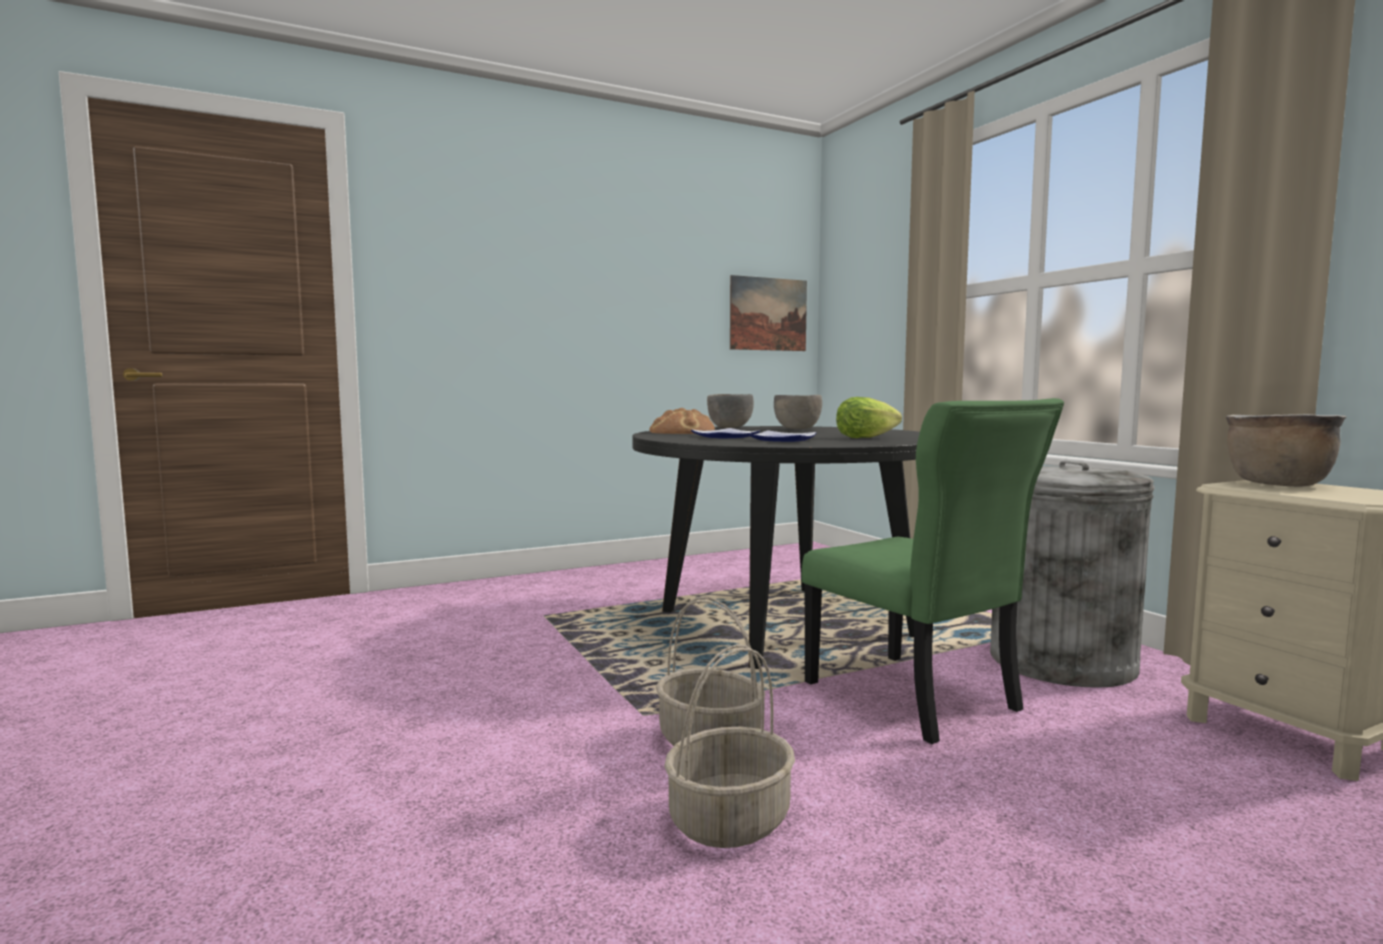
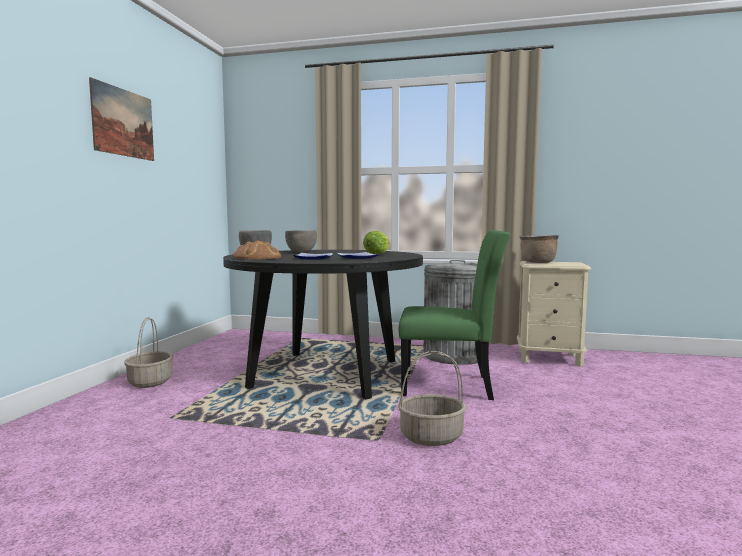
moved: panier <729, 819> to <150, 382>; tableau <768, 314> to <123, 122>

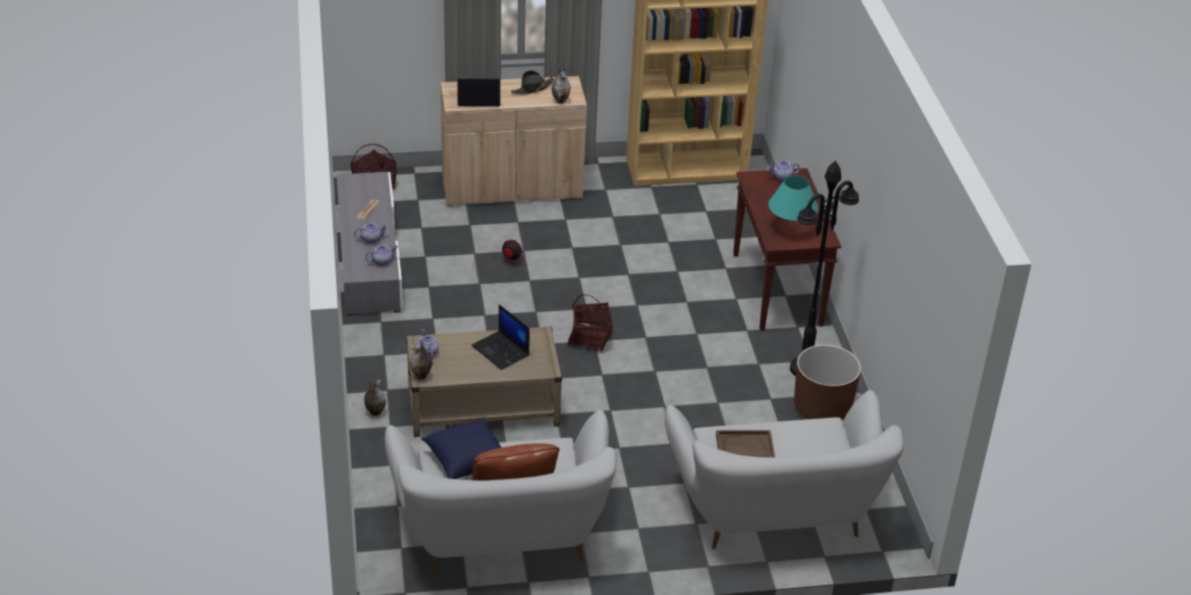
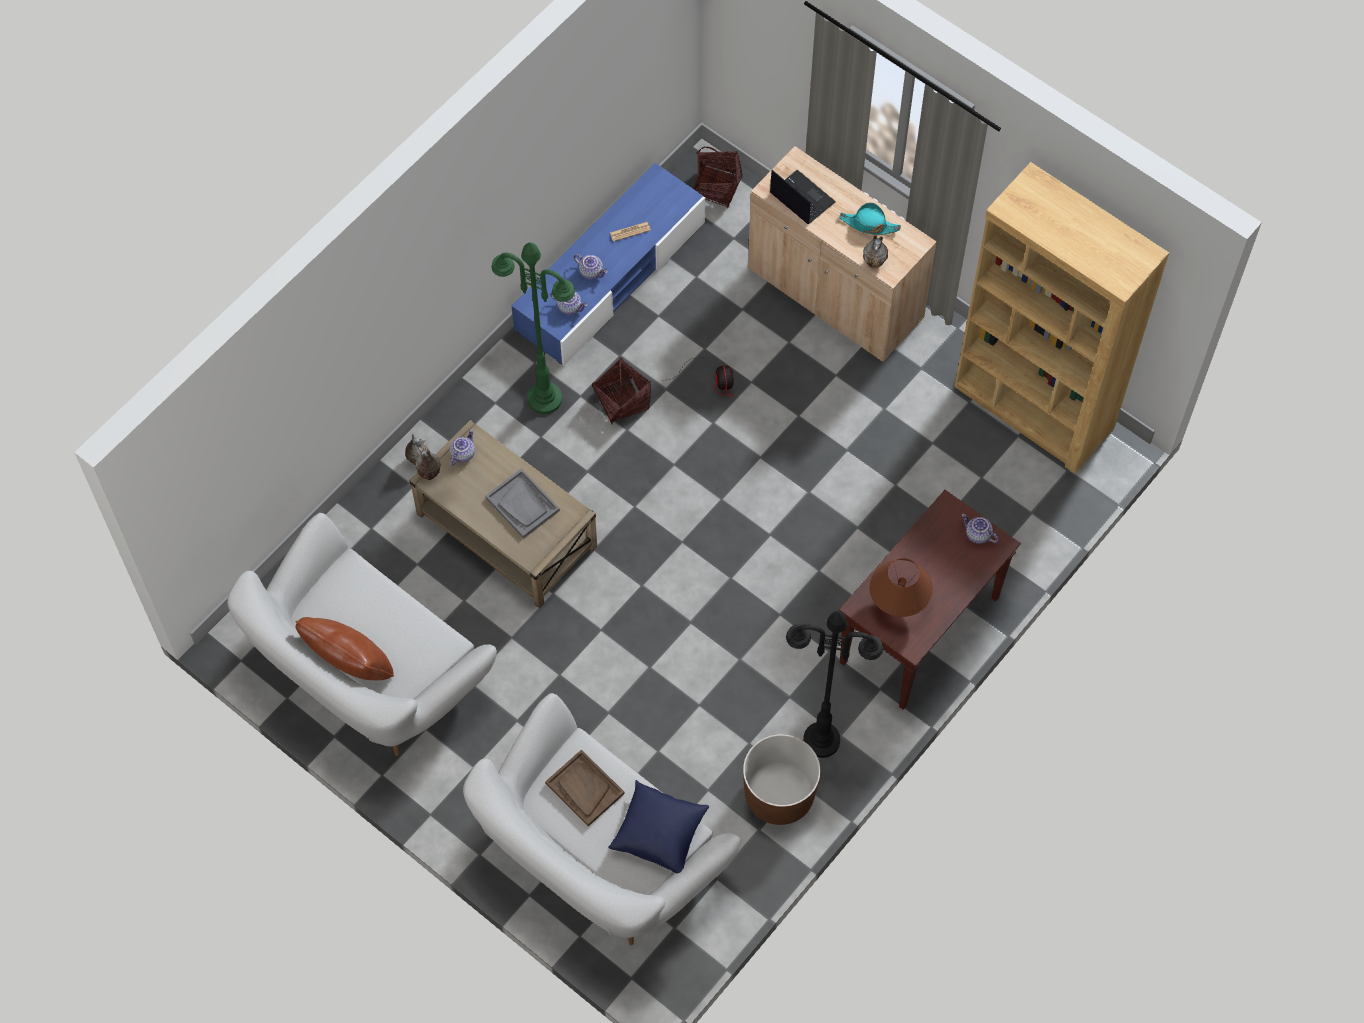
added: lampadaire (vert) <544, 399>
moved: coussin (bleu) <467, 459> to <659, 833>; panier <590, 339> to <622, 400>
replaced: ordinateur portable <501, 351> to plateau (gris) <522, 504>
recoloured: meuble télé (gris) <369, 257> to meuble télé (bleu) <610, 277>; chapeau (noir) <532, 88> to chapeau (turquoise) <869, 224>; lampe de table (turquoise) <790, 228> to lampe de table (marron) <898, 602>

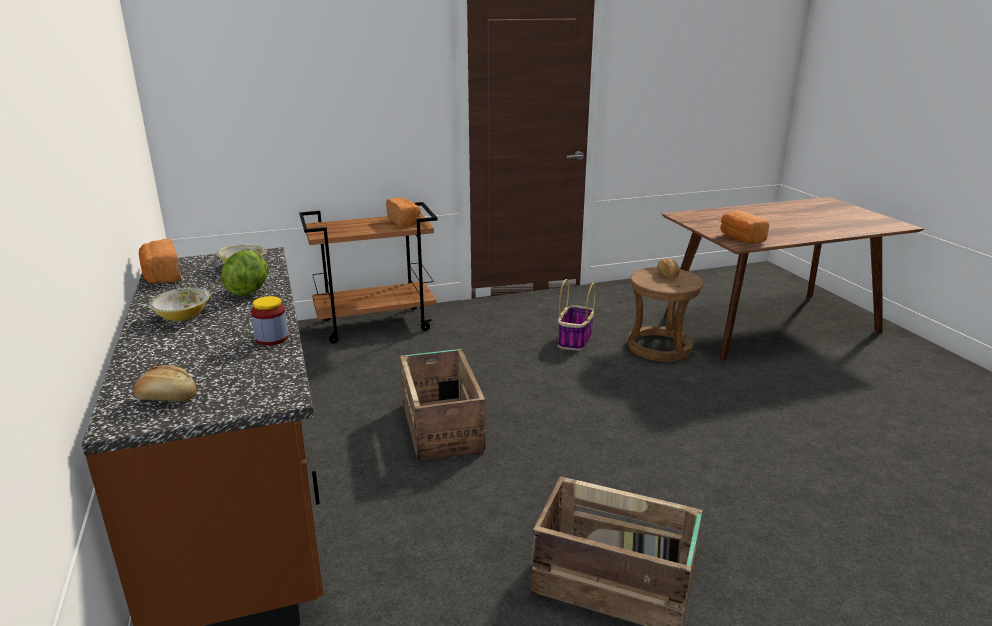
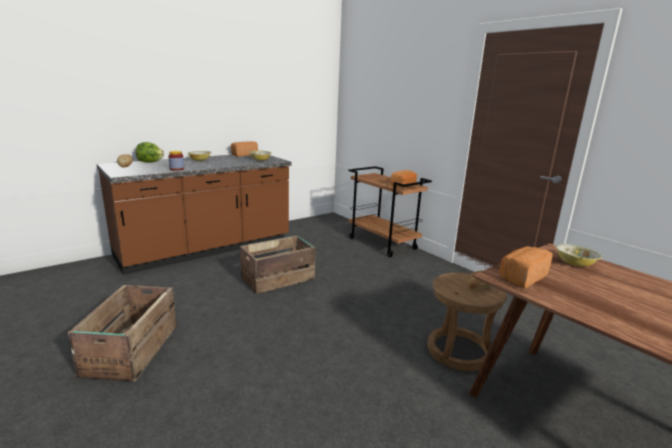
removed: panier <575, 340>
added: bol <574, 263>
moved: laitue <248, 291> to <150, 162>

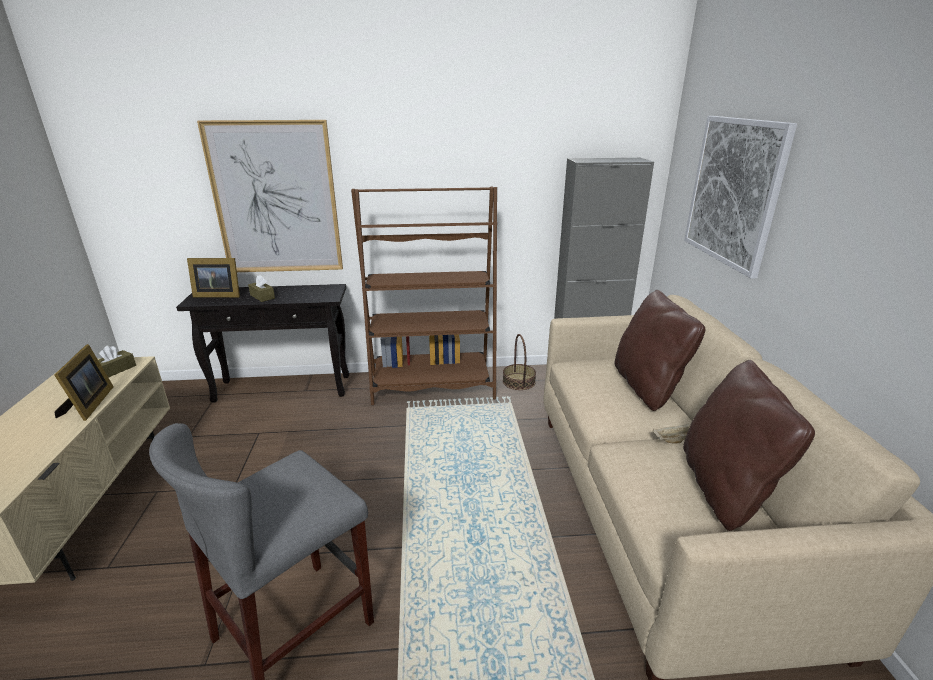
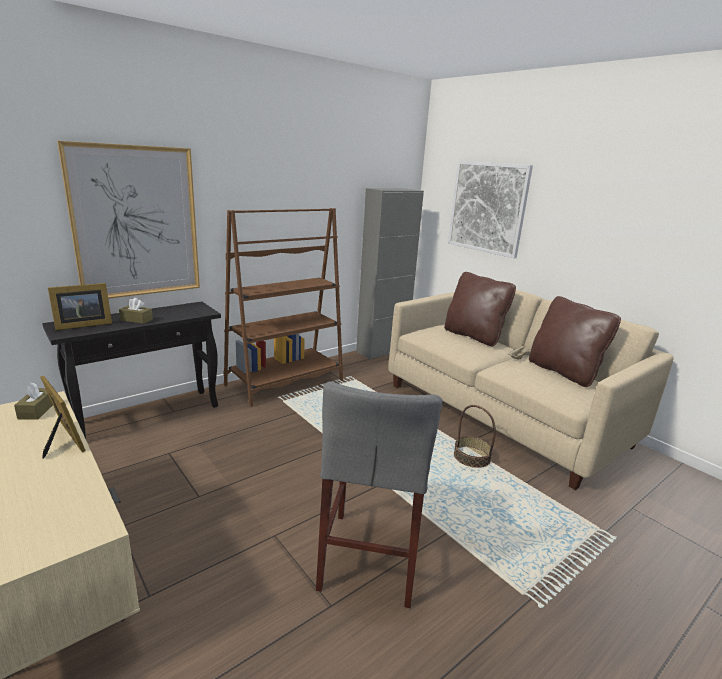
moved: panier <519, 381> to <472, 457>

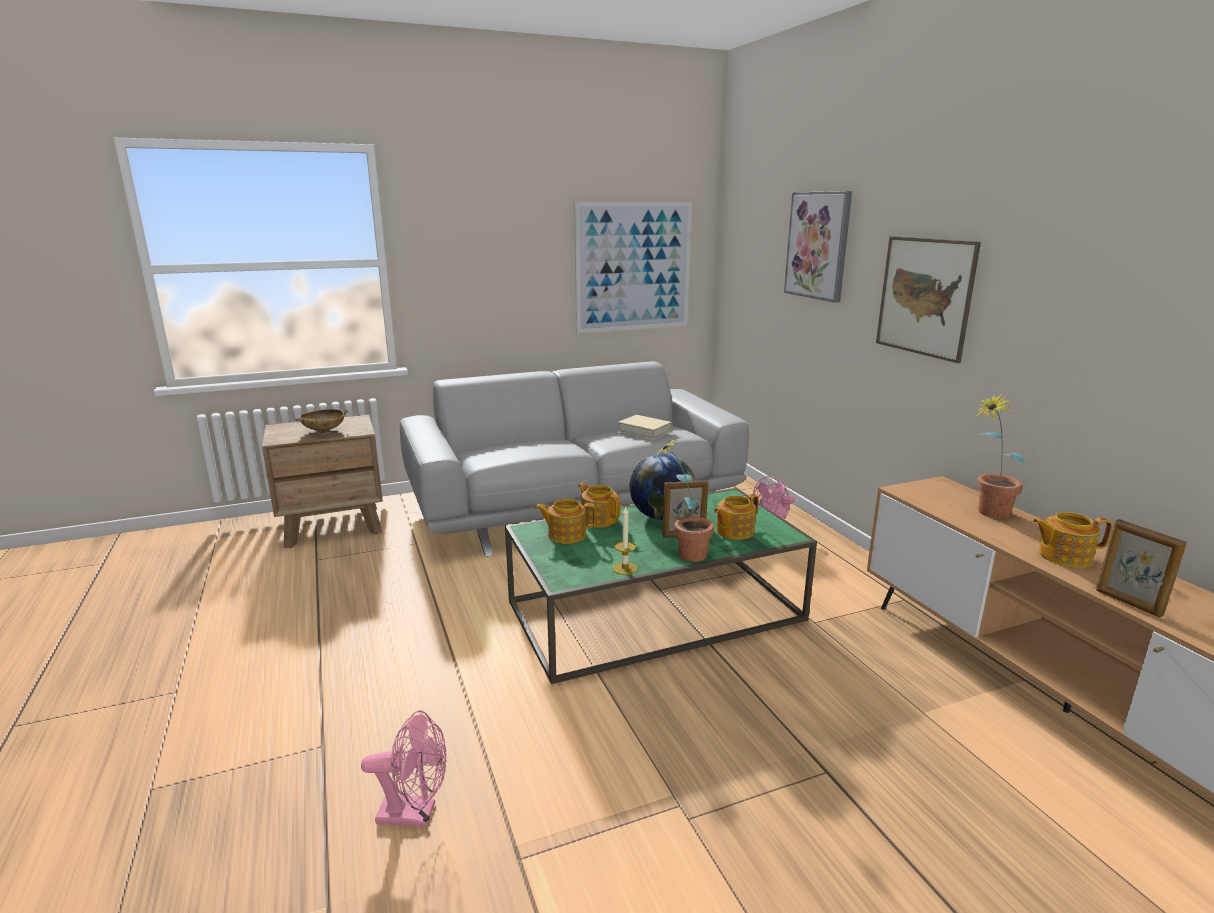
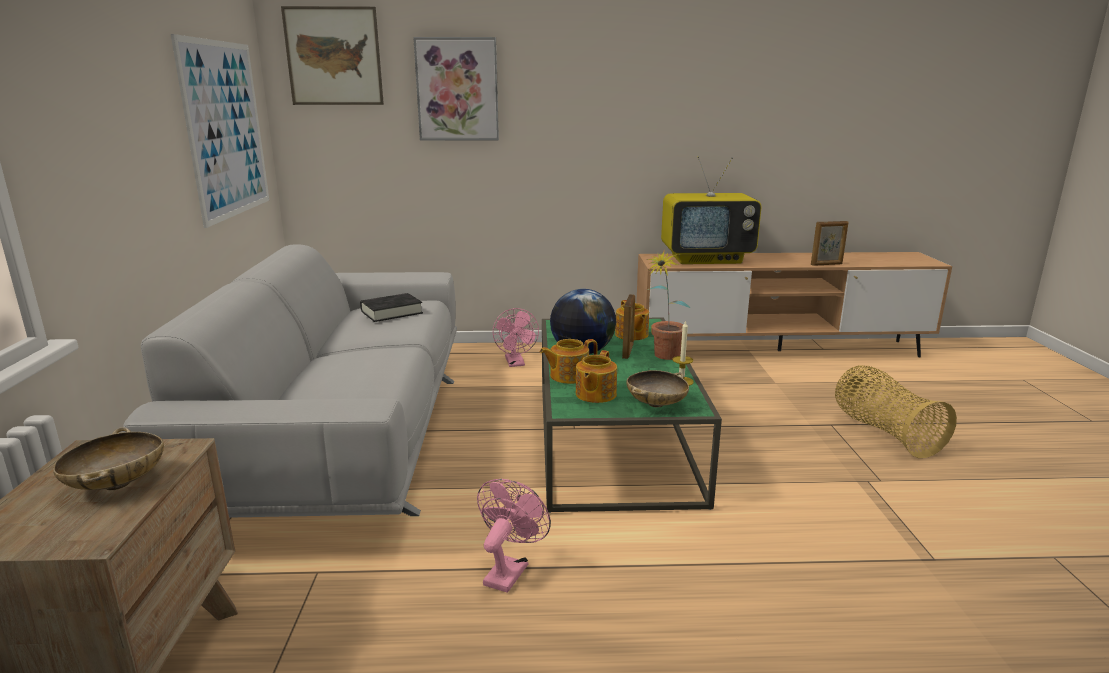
removed: théière <1063, 556>
added: bol (beige) <656, 404>; panier <884, 432>
moved: ventilateur (rose) <415, 813> to <509, 570>; tableau <924, 297> to <334, 56>
replaced: plante en pot <986, 513> to téléviseur <707, 259>
recoloured: livre (beige) <645, 431> to livre (noir) <391, 312>

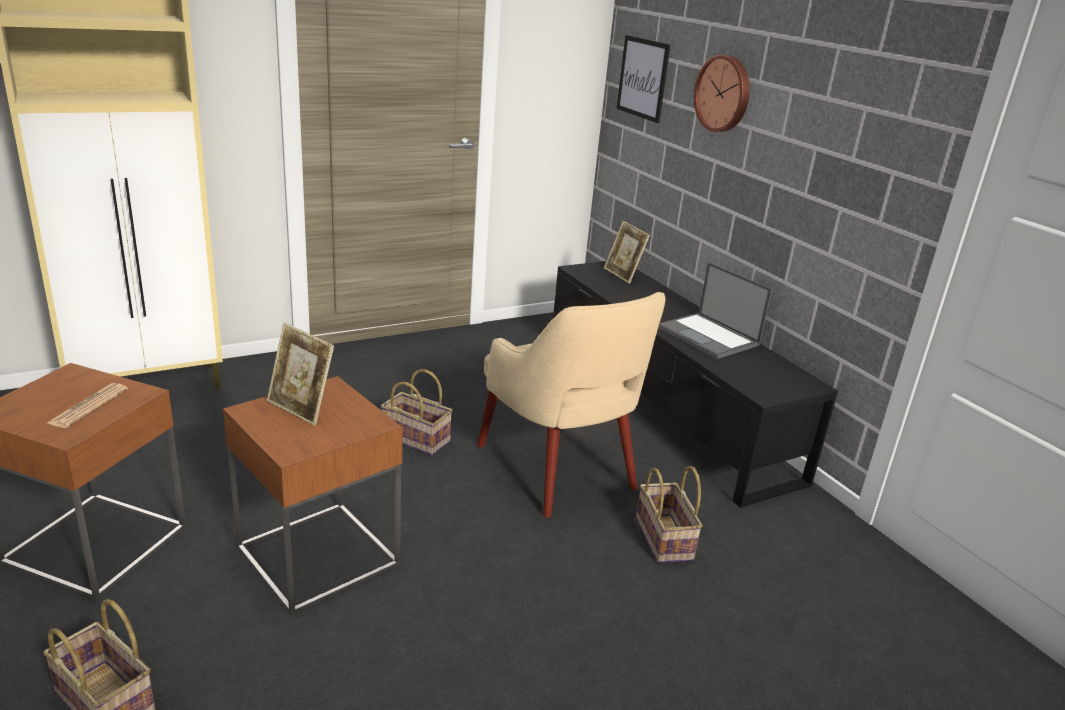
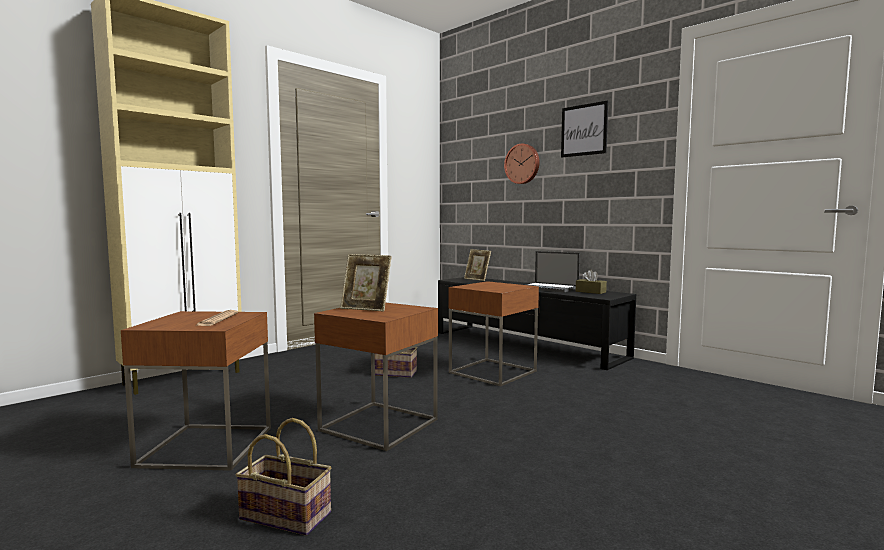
removed: panier <665, 540>
added: boîte à mouchoirs (marron) <590, 292>
moved: tableau <643, 78> to <584, 130>
replaced: fauteuil (beige) <558, 469> to table d'appoint (marron) <492, 372>

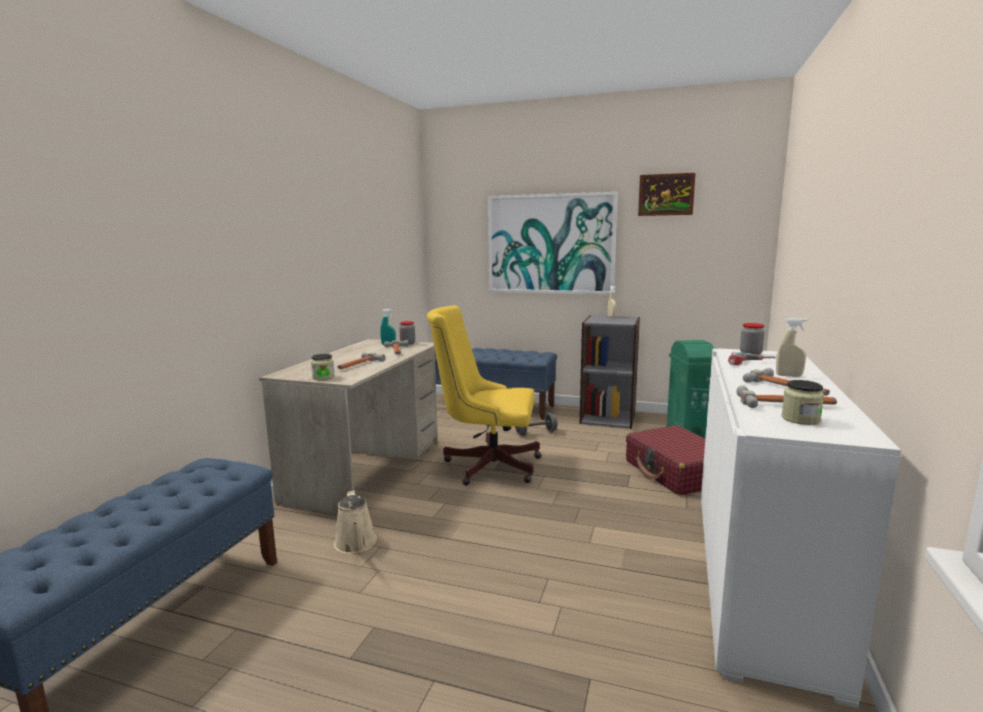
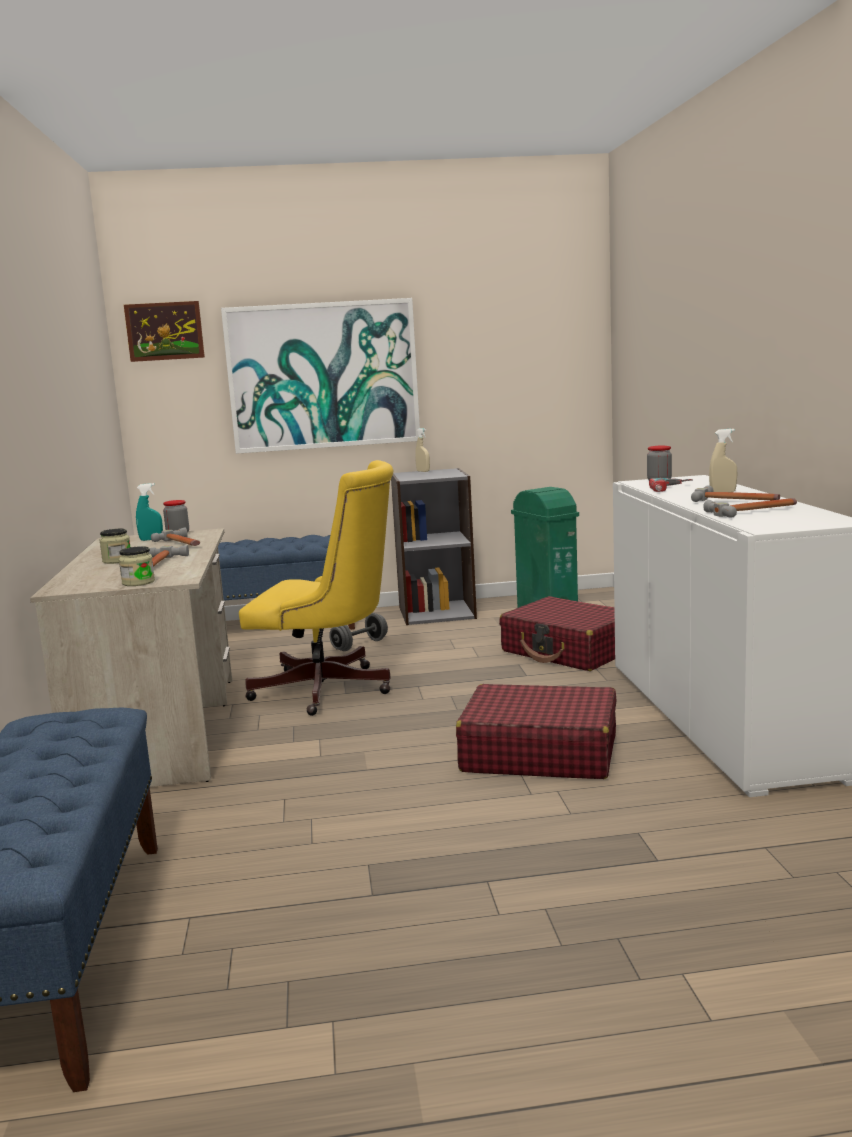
removed: arrosoir (beige) <356, 544>
added: valise (rouge) <539, 753>
moved: tableau <666, 194> to <164, 331>; bocal <800, 419> to <117, 560>
turned: chaise de bureau (jaune) <486, 465> = <330, 690> 150 degrees counterclockwise

